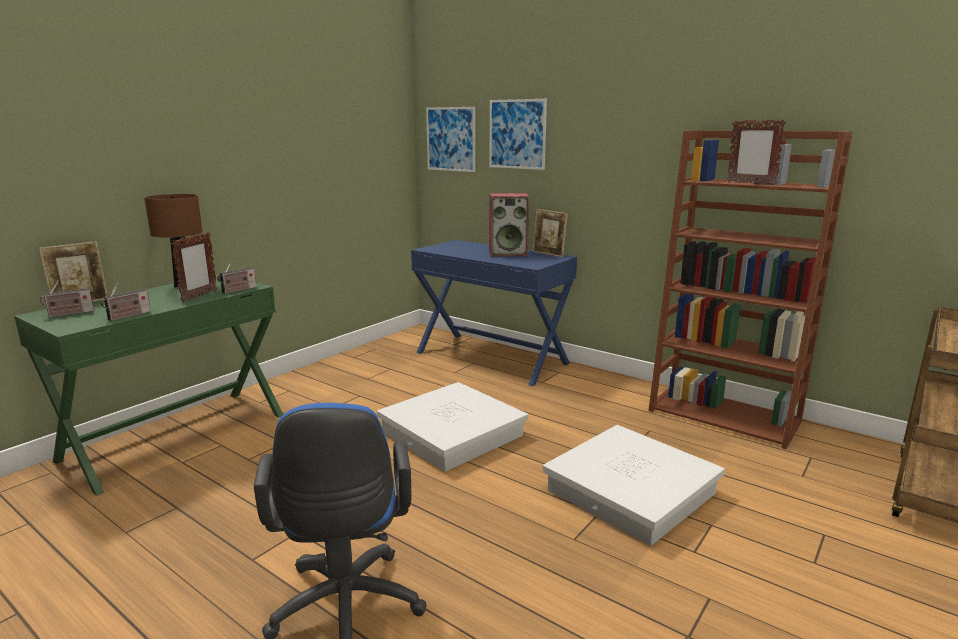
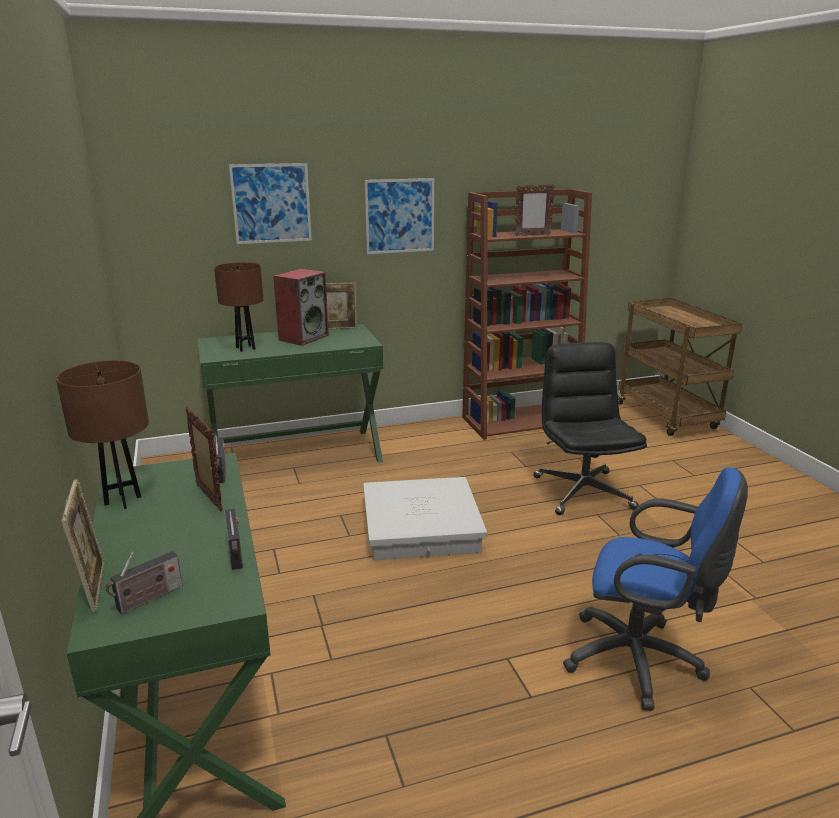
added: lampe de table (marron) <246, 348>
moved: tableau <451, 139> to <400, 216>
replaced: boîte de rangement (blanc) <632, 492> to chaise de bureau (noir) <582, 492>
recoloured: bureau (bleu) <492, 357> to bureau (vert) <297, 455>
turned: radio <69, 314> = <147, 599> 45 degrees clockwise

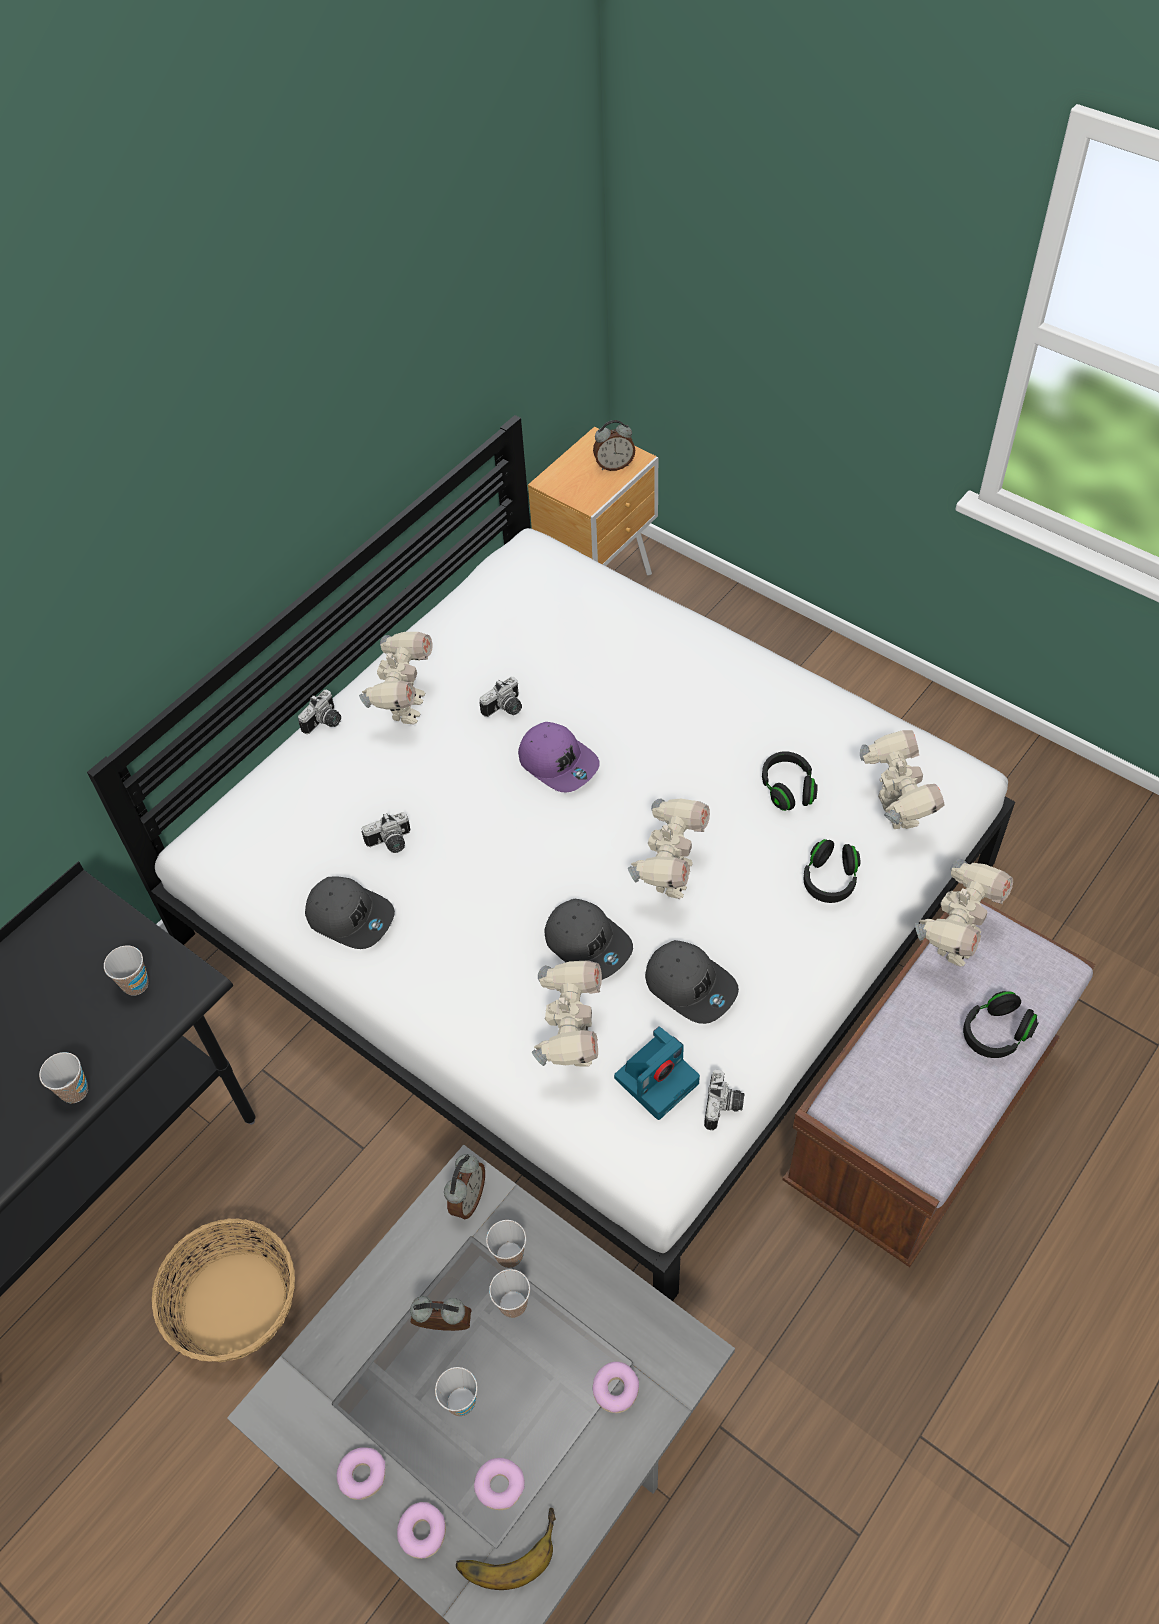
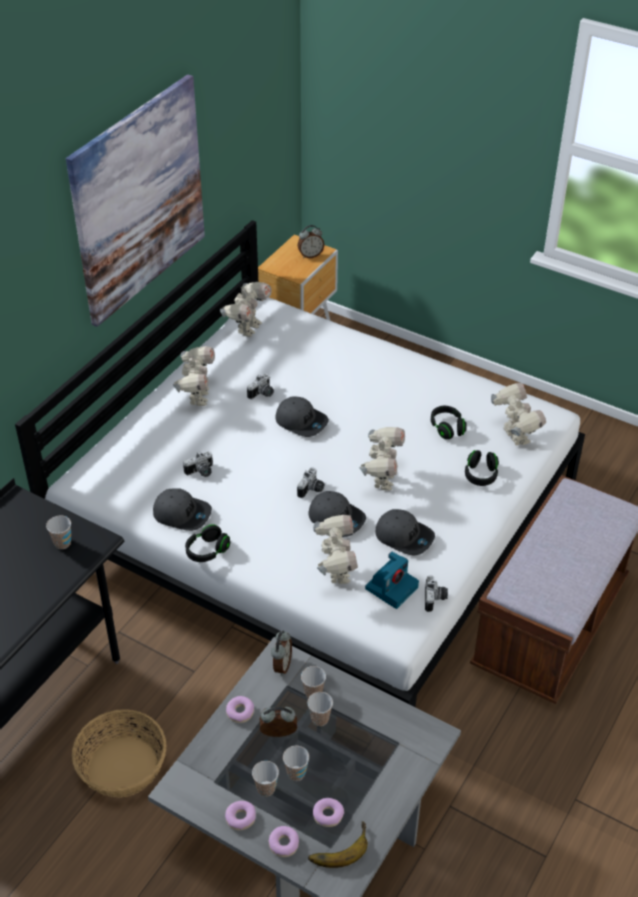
added: tableau <139, 200>
moved: tasse <74, 1091> to <266, 788>; appareil photo <325, 723> to <312, 490>; beignet <616, 1389> to <240, 712>; robot jouet <953, 942> to <247, 328>; casque audio (noir) <995, 1033> to <207, 551>
recoloured: casquette (violet) <558, 762> to casquette (gris) <301, 421>

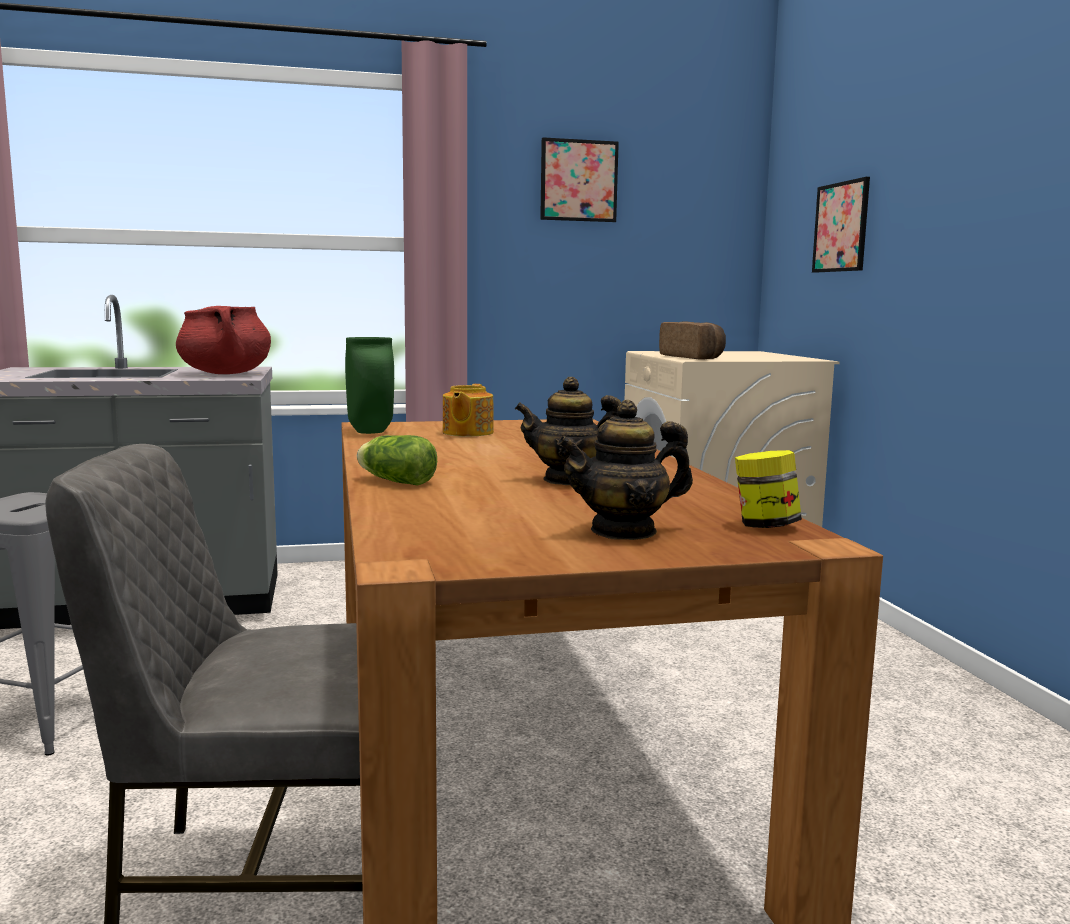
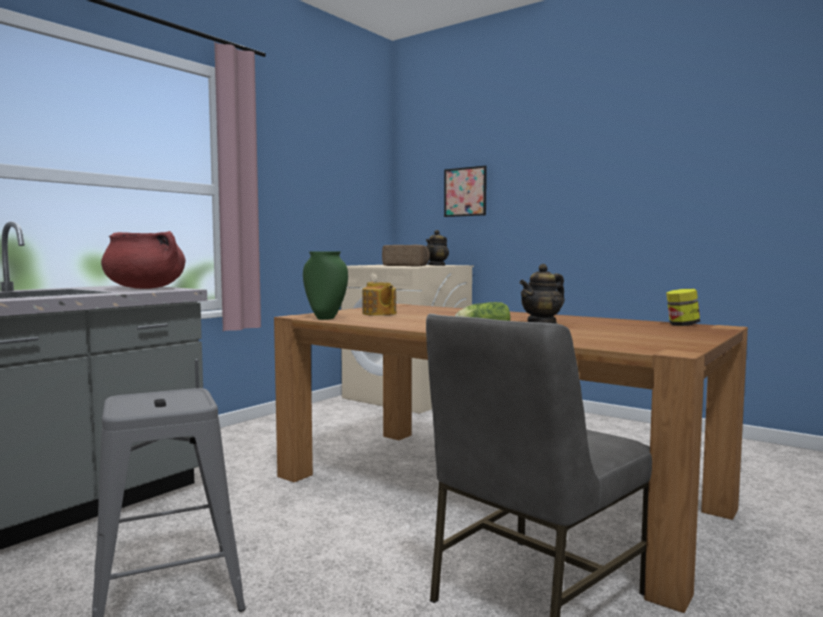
removed: tableau <578, 180>
moved: théière <624, 531> to <437, 265>

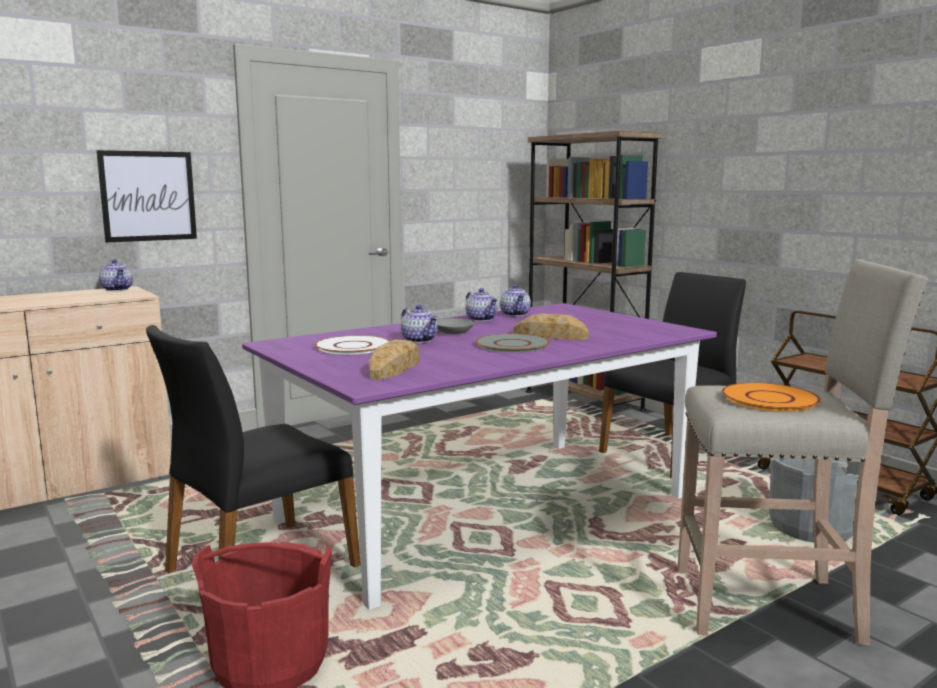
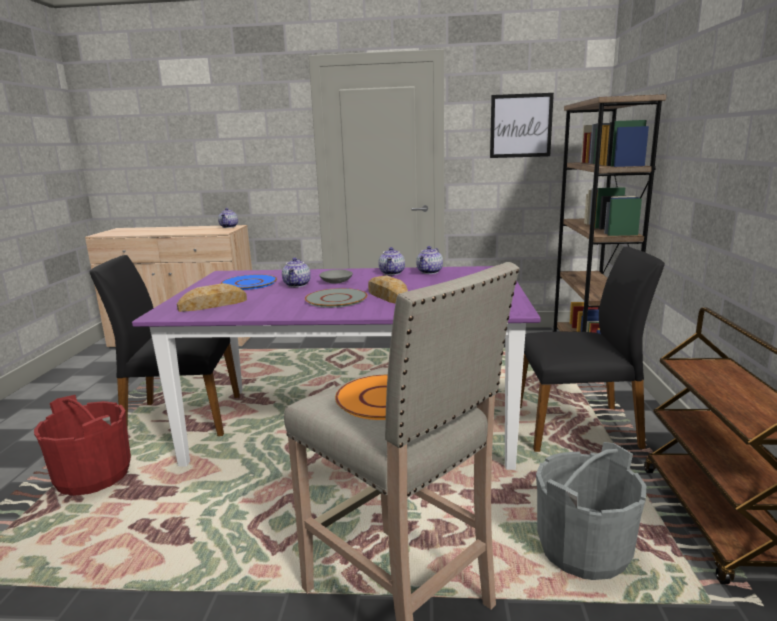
moved: tableau <148, 196> to <520, 126>
recoloured: assiette (blanc) <352, 347> to assiette (bleu) <249, 283>

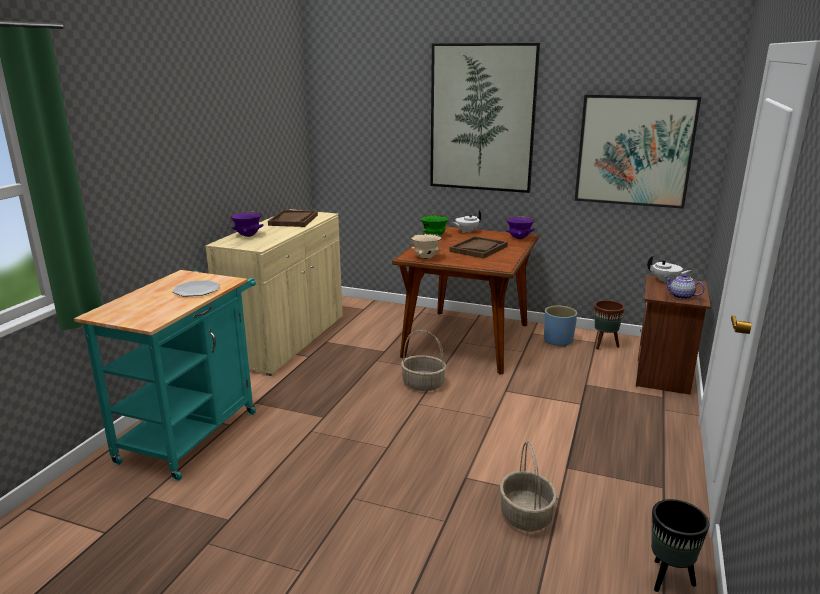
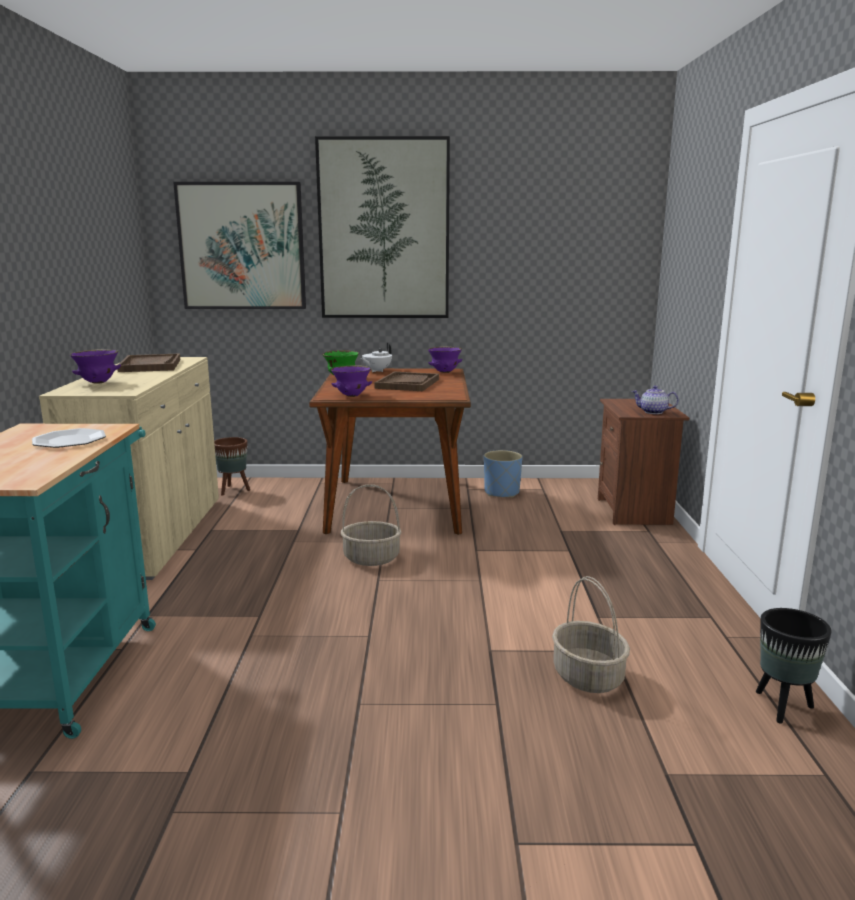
removed: théière (blanc) <666, 281>
moved: tableau <634, 151> to <242, 246>; cache-pot (marron) <604, 345> to <233, 490>
recoloured: bol (beige) <426, 258> to bol (violet) <352, 396>

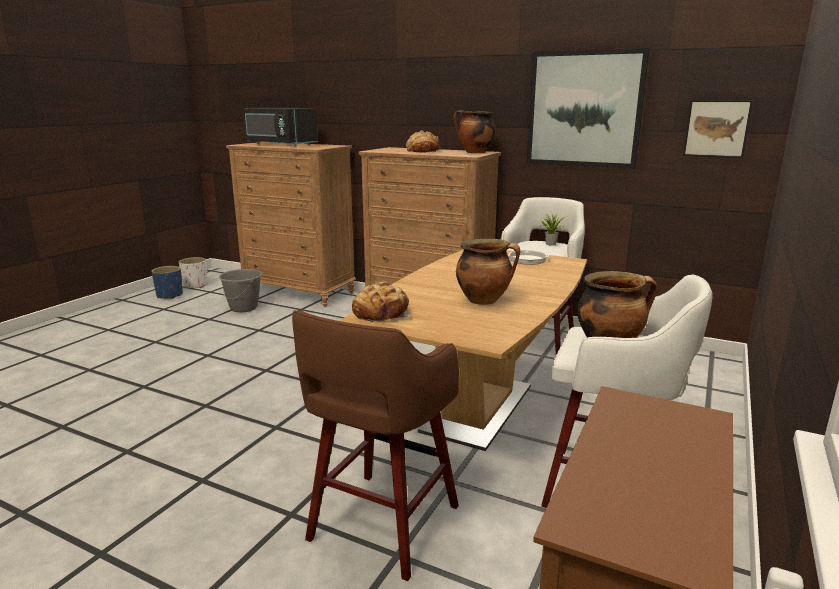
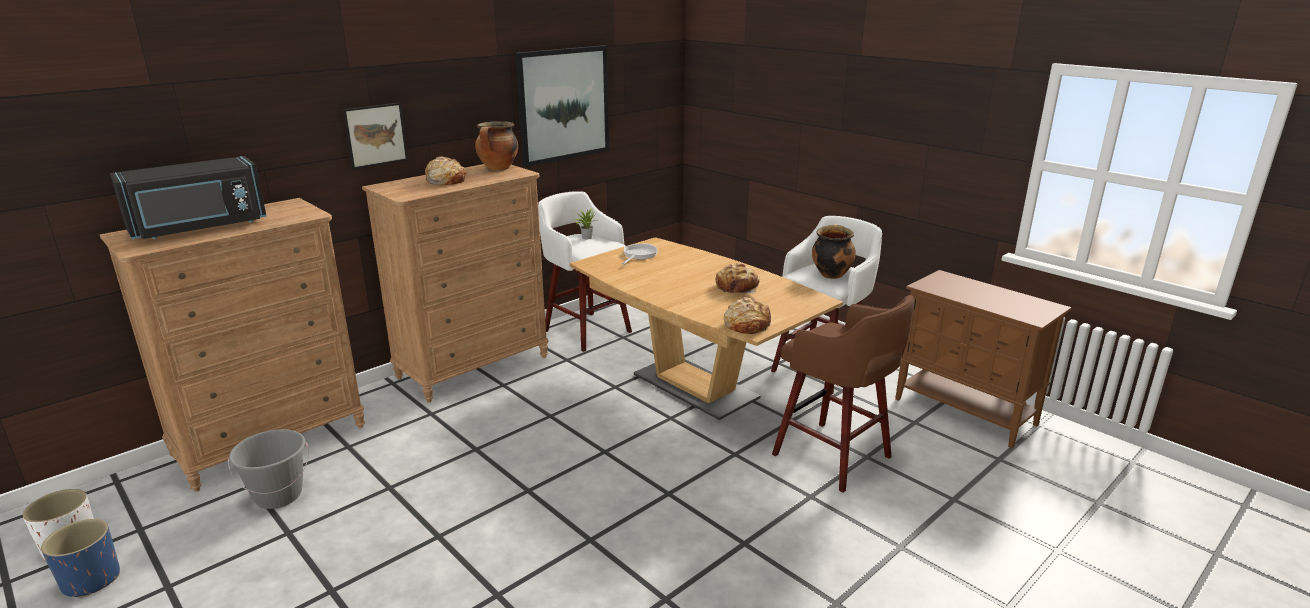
moved: tableau <716, 128> to <376, 135>
replaced: marmite <484, 300> to pain <737, 287>

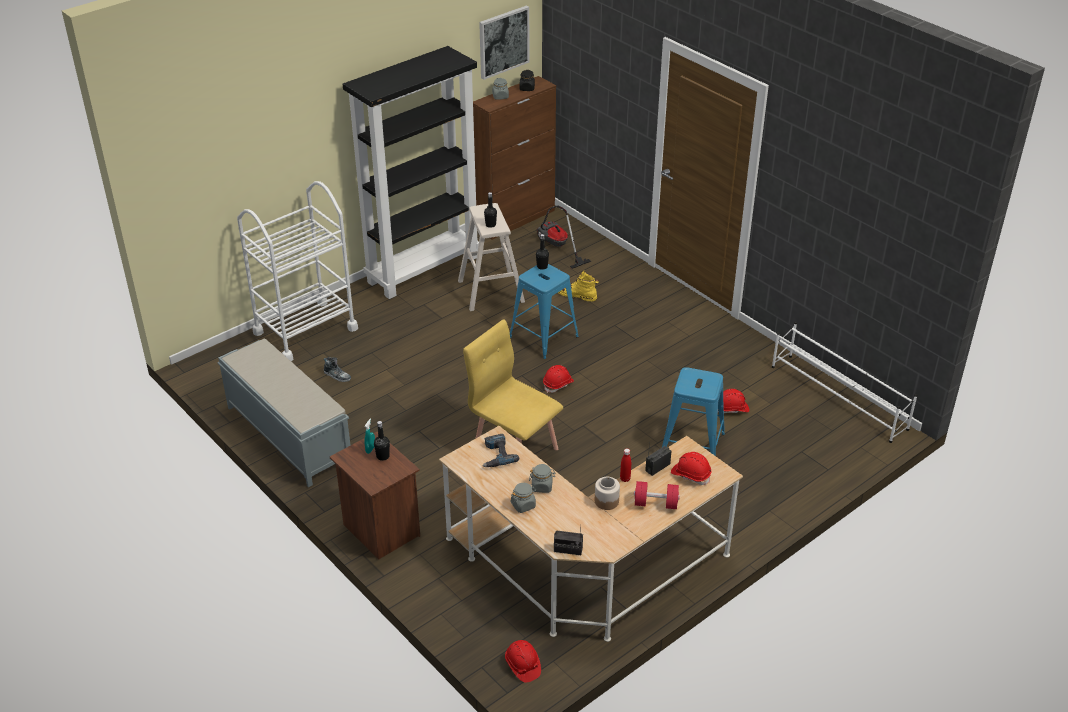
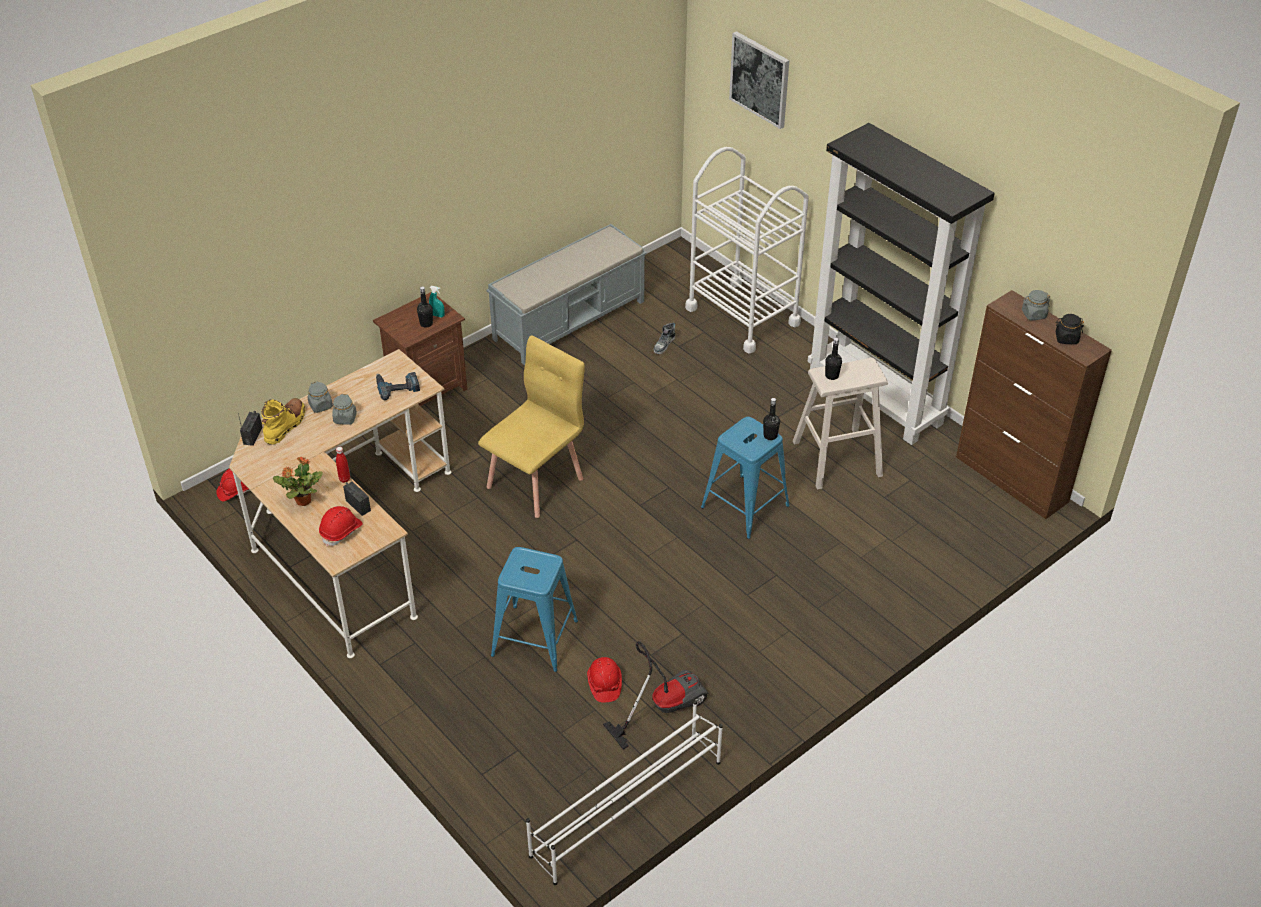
removed: casque de chantier (rouge) <558, 384>; bocal <606, 501>
moved: tableau <503, 41> to <760, 79>; aspirateur <557, 247> to <662, 706>; botte (jaune) <576, 295> to <285, 426>
replaced: haltère (rouge) <655, 503> to plante en pot <302, 501>

